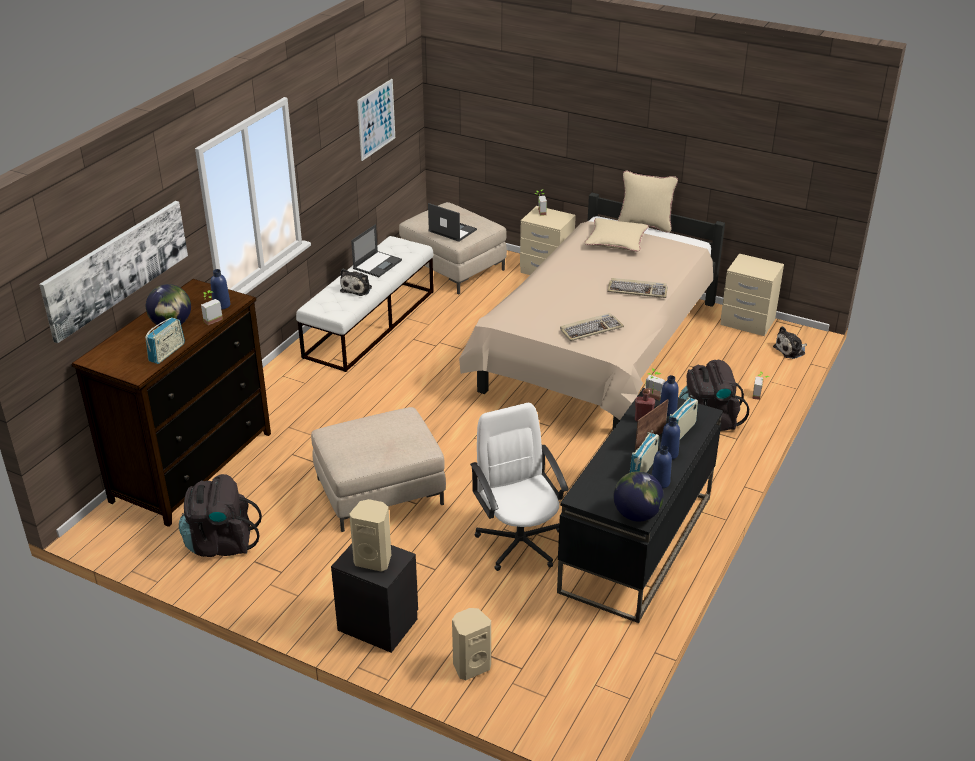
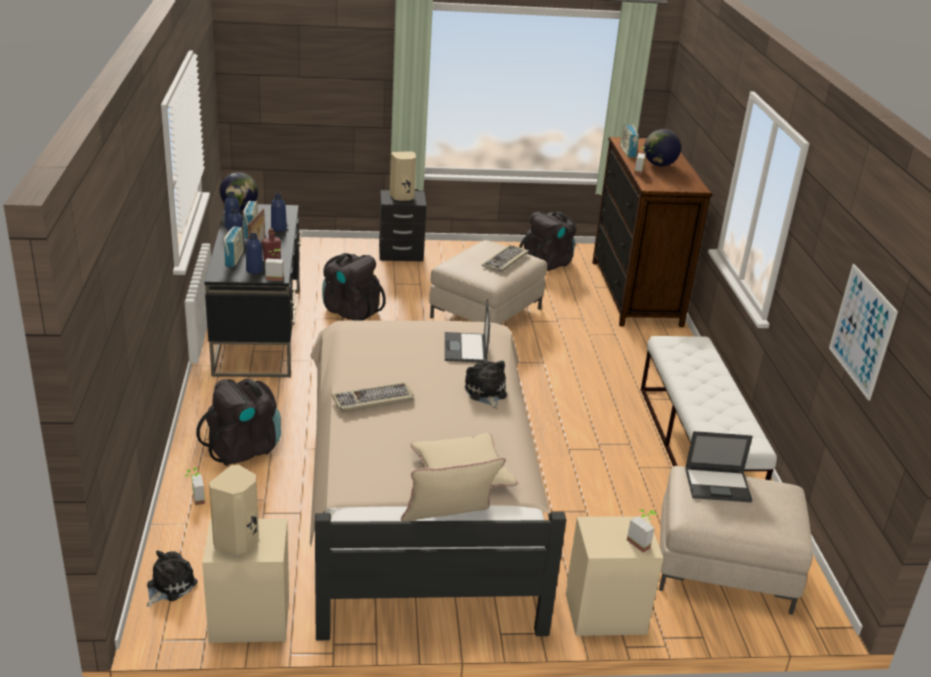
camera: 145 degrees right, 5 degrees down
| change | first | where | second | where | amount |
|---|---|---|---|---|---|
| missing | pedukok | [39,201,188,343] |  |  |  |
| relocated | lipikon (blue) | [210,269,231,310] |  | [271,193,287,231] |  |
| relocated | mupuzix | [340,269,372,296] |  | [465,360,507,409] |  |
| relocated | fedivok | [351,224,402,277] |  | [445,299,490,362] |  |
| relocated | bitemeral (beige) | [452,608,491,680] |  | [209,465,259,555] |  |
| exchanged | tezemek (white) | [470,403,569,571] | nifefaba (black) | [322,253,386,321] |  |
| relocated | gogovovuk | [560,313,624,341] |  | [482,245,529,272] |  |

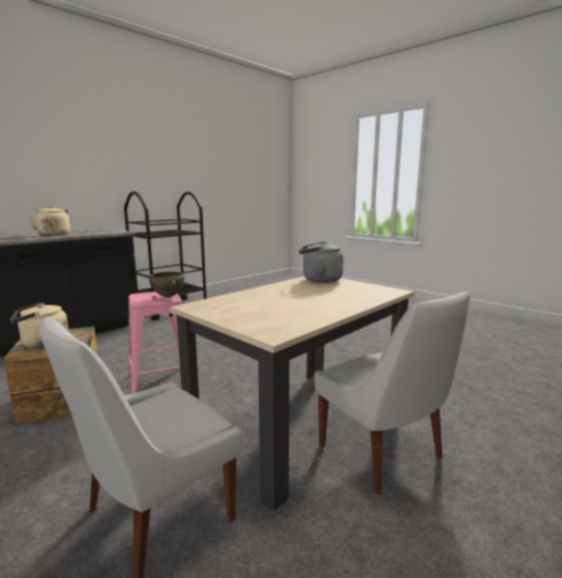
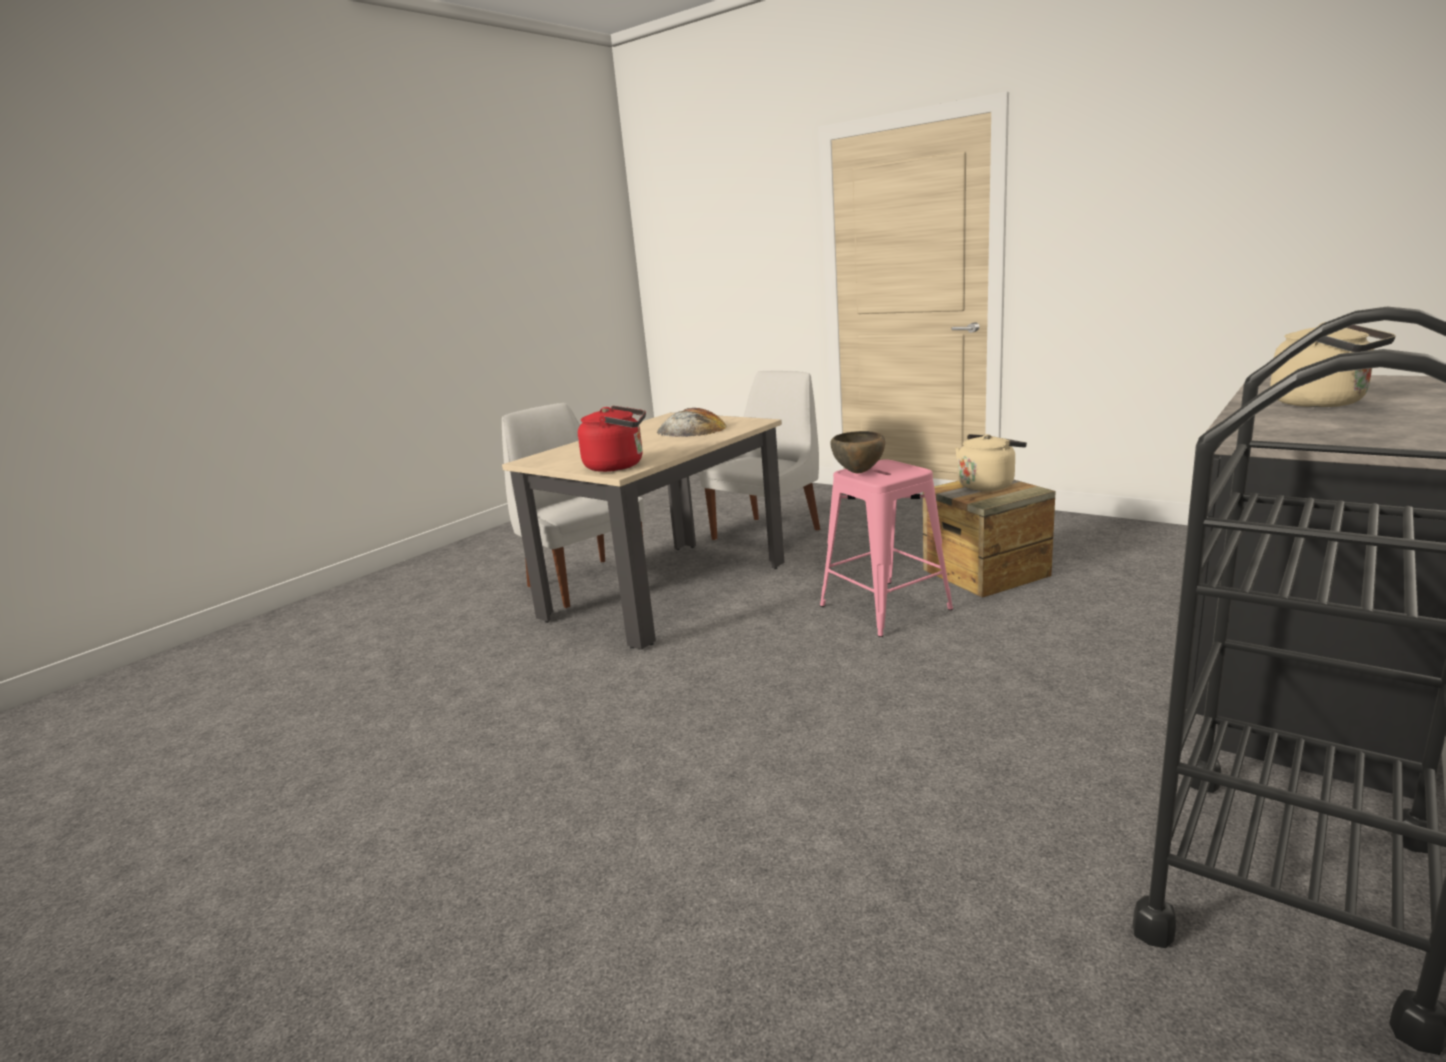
camera: 175 degrees right, 5 degrees up
| change | first | where | second | where | amount |
|---|---|---|---|---|---|
| colour | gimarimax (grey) | [299,241,343,283] | gimarimax (red) | [578,406,646,472] |  |
| appeared |  |  | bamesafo | [657,408,727,437] |  |

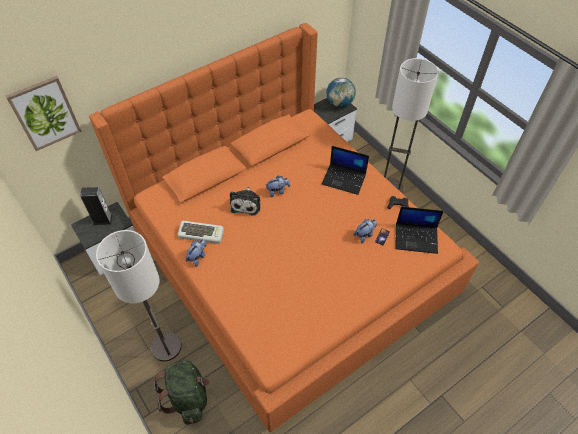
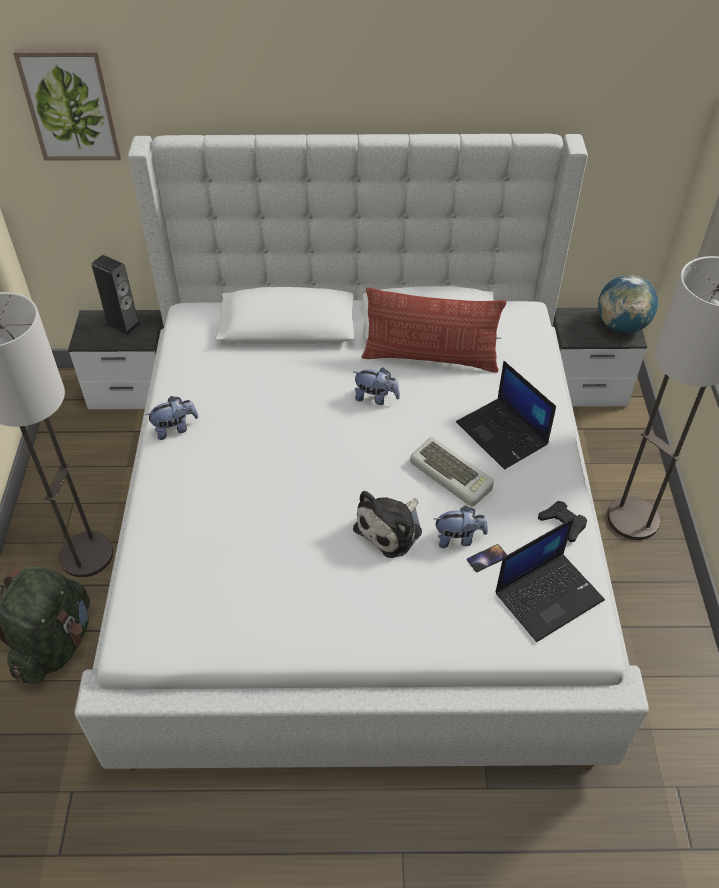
camera: 35 degrees right, 5 degrees down
| change | first | where | second | where | amount |
|---|---|---|---|---|---|
| colour | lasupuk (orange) | [89,23,479,432] | lasupuk (white) | [75,134,649,771] |  |
| relocated | gogovovuk | [177,221,224,244] |  | [410,437,494,506] |  |
| relocated | mupuzix | [230,187,260,216] |  | [353,491,422,558] |  |
| spun | fedivok | [395,206,444,254] |  | [495,518,605,642] | 75 degrees counterclockwise |
| appeared |  |  | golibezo | [362,287,506,373] |  |

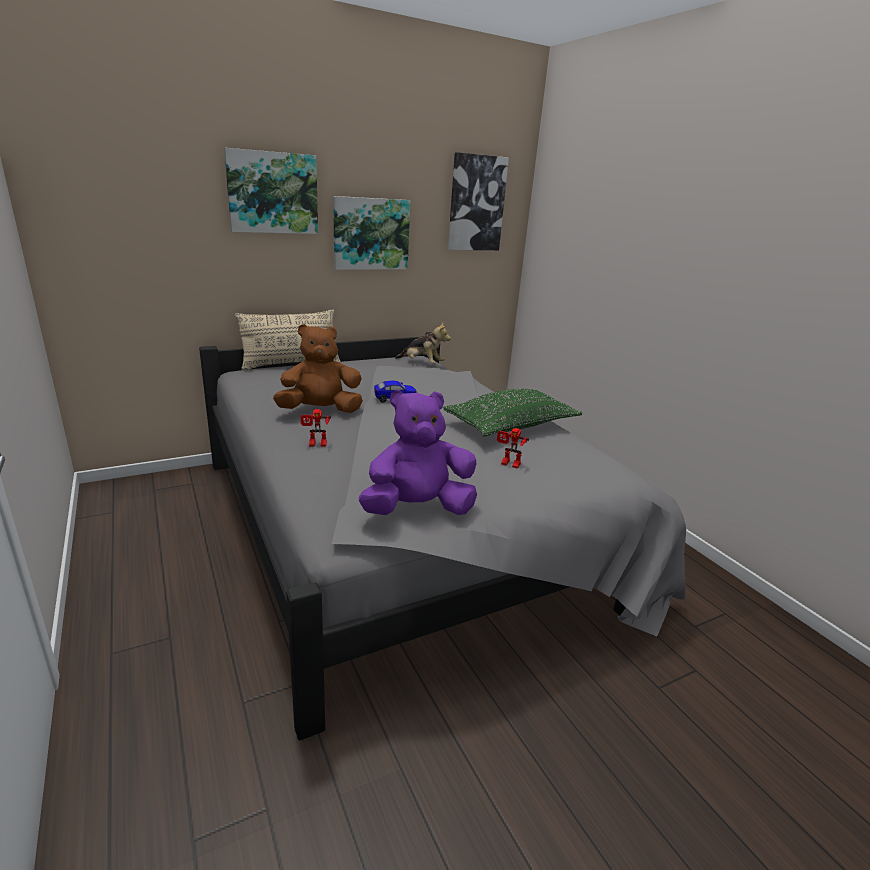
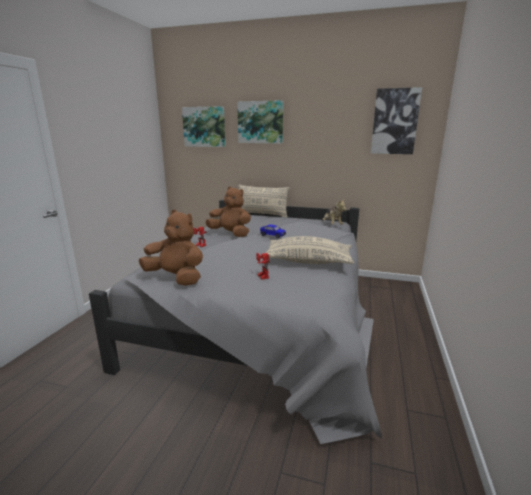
camera: 45 degrees right, 5 degrees down
| change | first | where | second | where | amount |
|---|---|---|---|---|---|
| relocated | pedukok | [333,196,410,270] |  | [182,106,225,147] |  |
| colour | mupuzix (purple) | [358,389,477,515] | mupuzix (brown) | [139,210,203,286] |  |
| colour | golibezo (green) | [443,389,582,436] | golibezo (beige) | [265,236,354,264] |  |

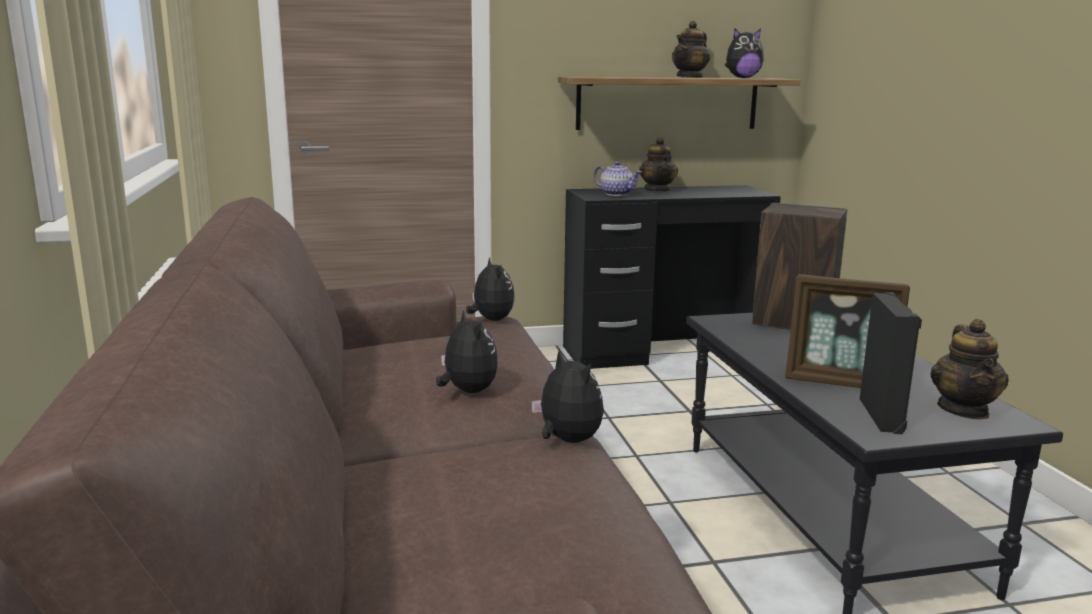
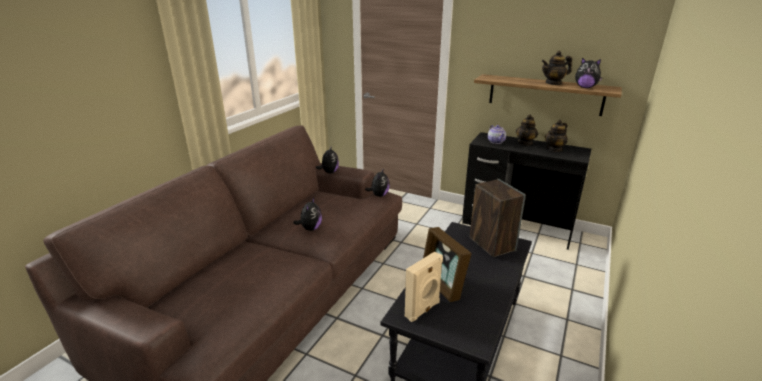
camera: 40 degrees right, 10 degrees up
| change | first | where | second | where | amount |
|---|---|---|---|---|---|
| relocated | mupuzix | [532,349,604,443] |  | [316,148,339,174] |  |
| colour | bitemeral (black) | [860,292,922,434] | bitemeral (beige) | [405,251,443,322] |  |
| relocated | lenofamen | [930,319,1009,419] |  | [545,120,568,152] |  |

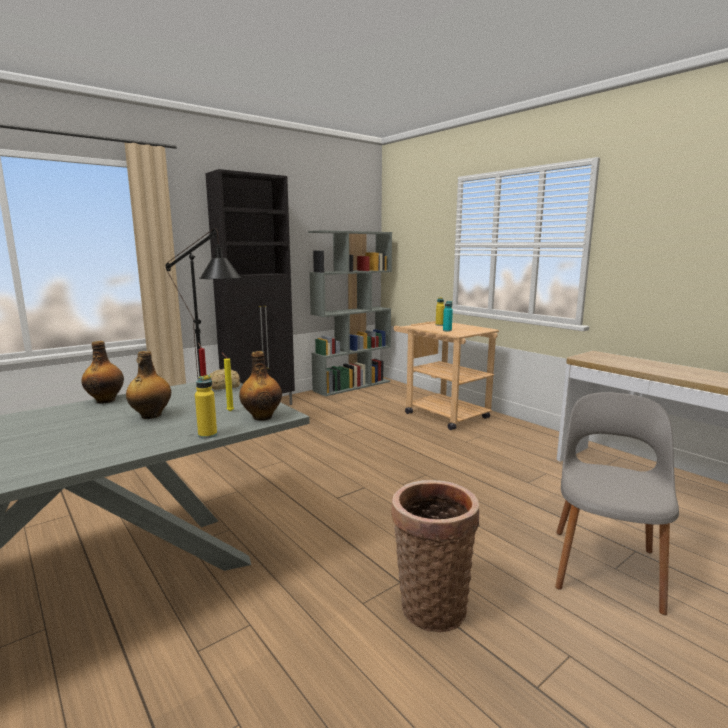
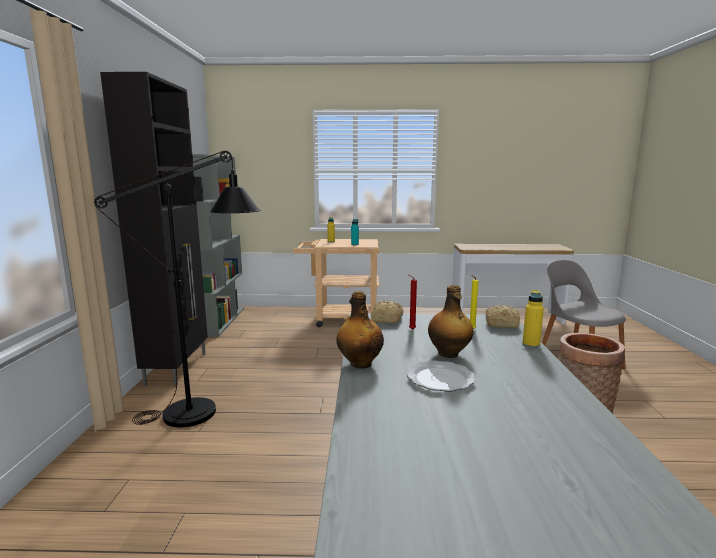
camera: 50 degrees left, 0 degrees up
| change | first | where | second | where | amount |
|---|---|---|---|---|---|
| exchanged | lipikon | [239,351,282,421] | bamesafo | [486,305,520,328] |  |
| appeared |  |  | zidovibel | [407,361,475,392] |  |

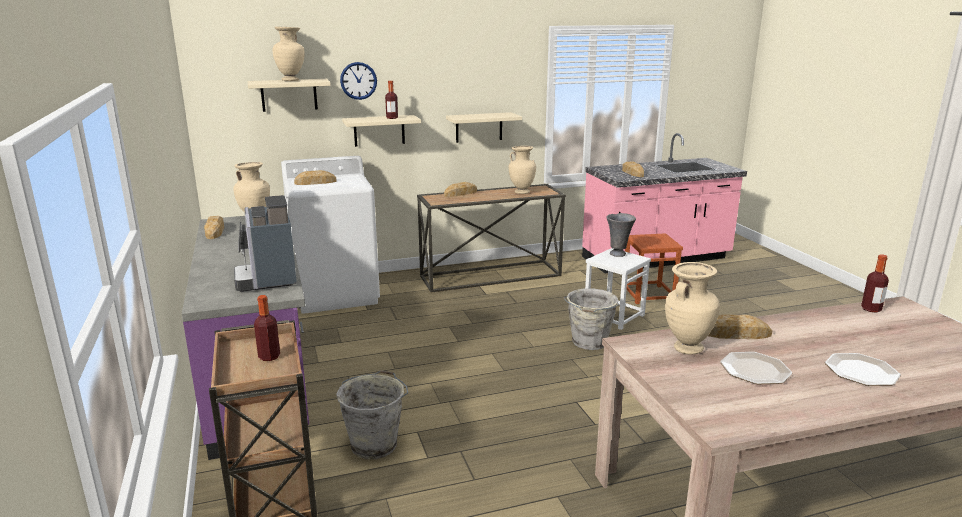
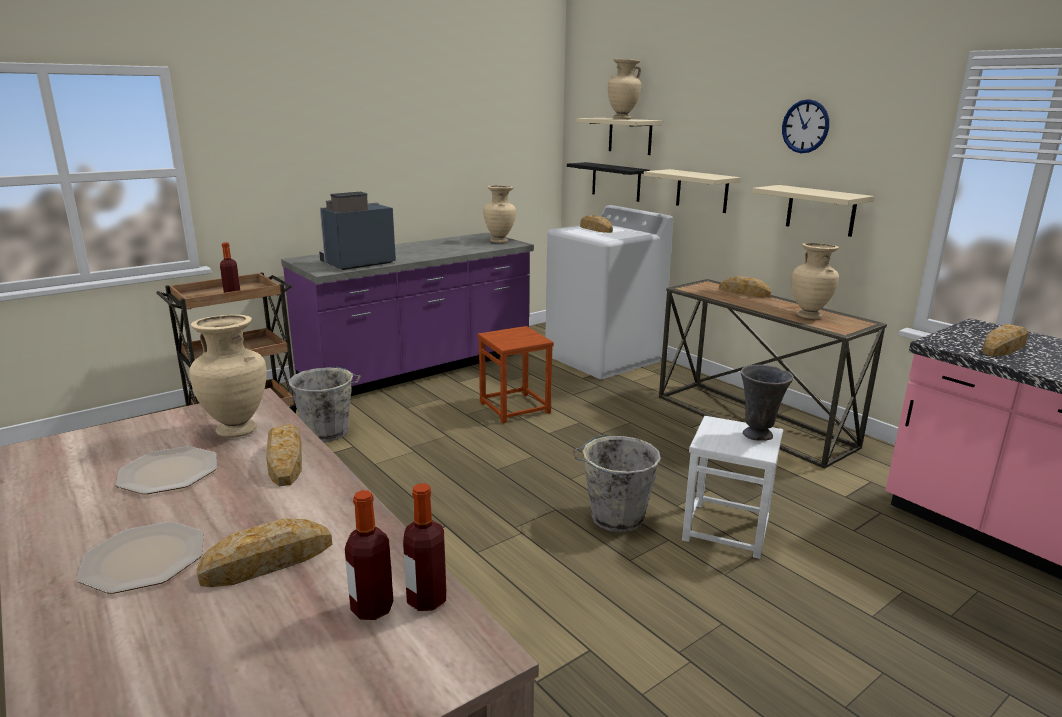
camera: 70 degrees right, 0 degrees up
| change | first | where | second | where | amount |
|---|---|---|---|---|---|
| relocated | bamesafo | [204,216,224,239] |  | [196,519,332,587] |  |
| relocated | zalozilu | [340,62,377,100] |  | [782,99,829,153] |  |
| relocated | lipikon | [385,81,398,119] |  | [345,490,393,620] |  |
| relocated | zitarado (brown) | [625,233,683,304] |  | [477,326,554,423] |  |
| appeared |  |  | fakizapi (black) | [567,162,650,202] |  |

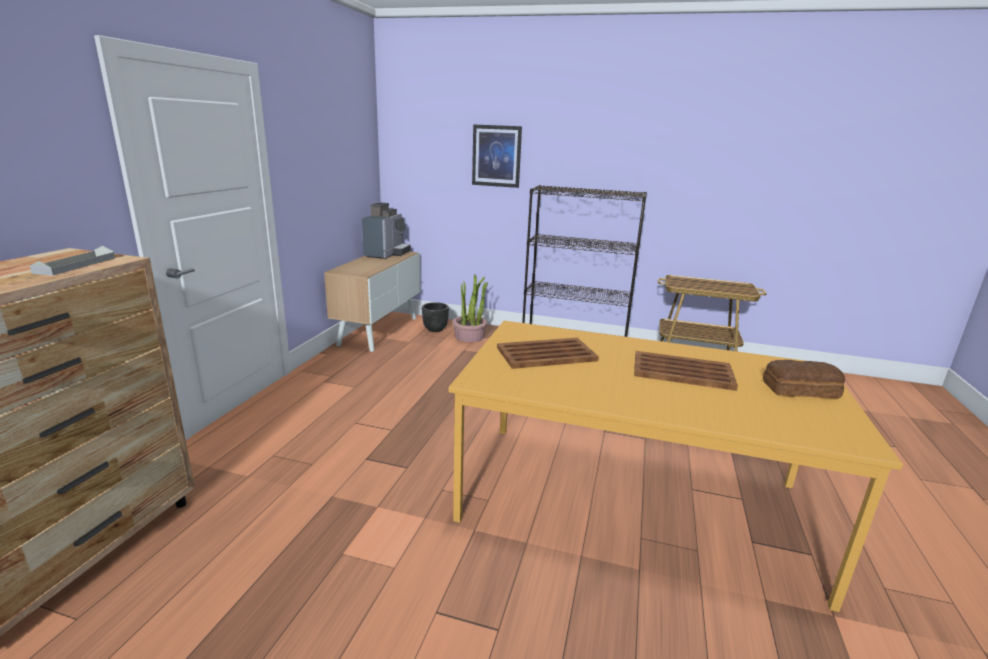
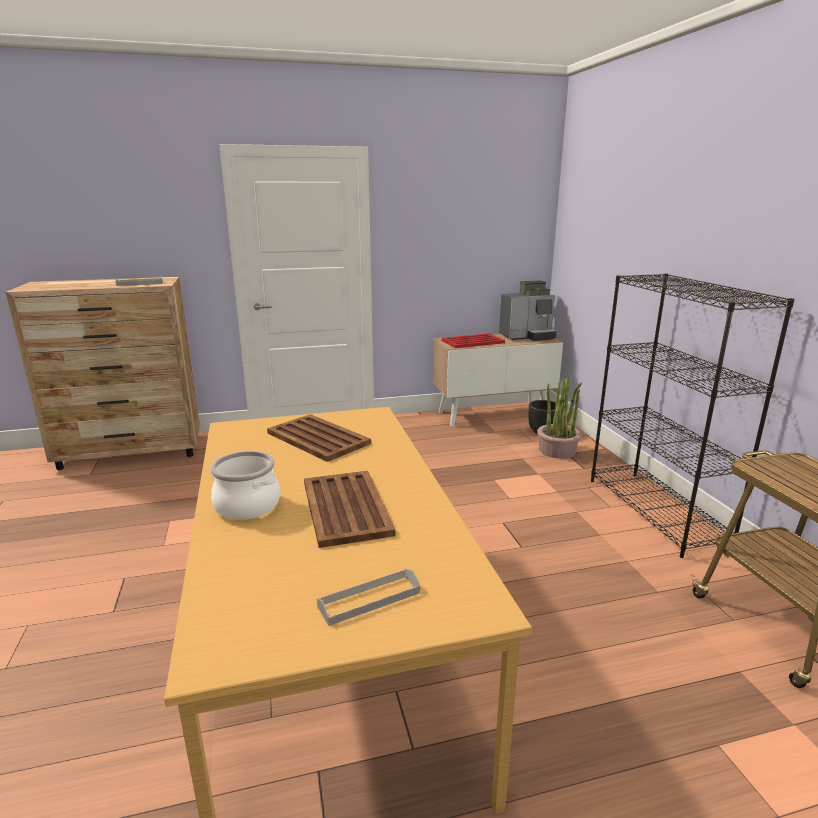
camera: 60 degrees right, 0 degrees up
| change | first | where | second | where | amount |
|---|---|---|---|---|---|
| missing | pedukok | [472,124,522,188] |  |  |  |
| exchanged | bamesafo | [763,360,845,398] | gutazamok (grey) | [317,568,420,626] |  |
| appeared |  |  | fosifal | [210,450,280,520] |  |
| appeared |  |  | gutazamok (red) | [442,333,505,348] |  |

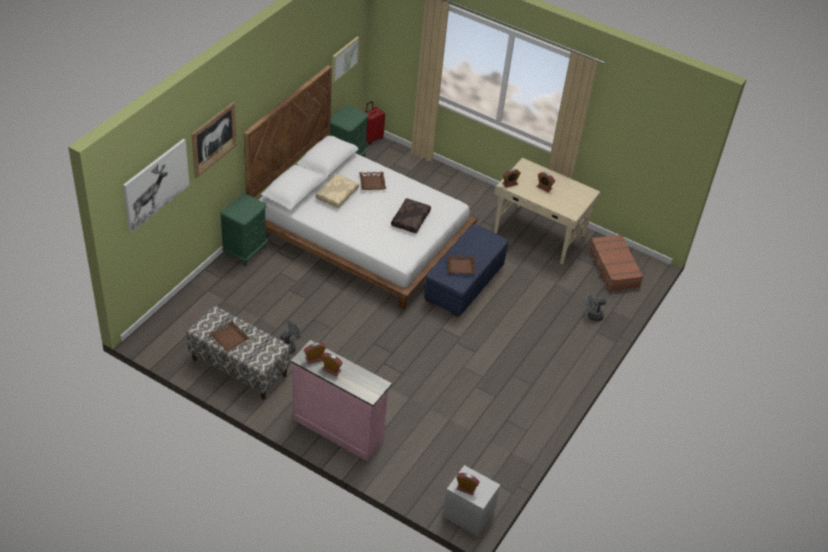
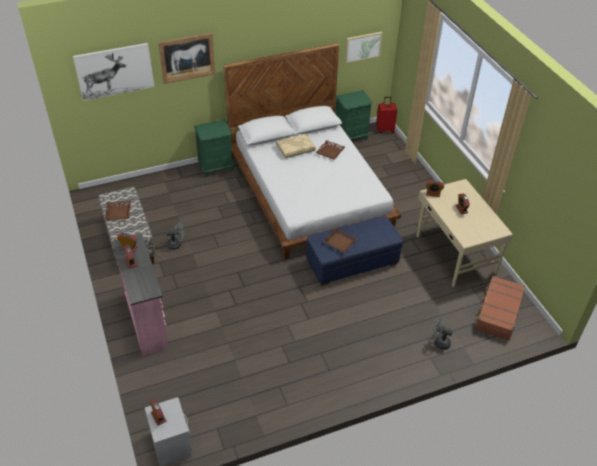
camera: 40 degrees right, 0 degrees up
| change | first | where | second | where | amount |
|---|---|---|---|---|---|
| missing | golibezo (brown) | [391,198,431,233] |  |  |  |

